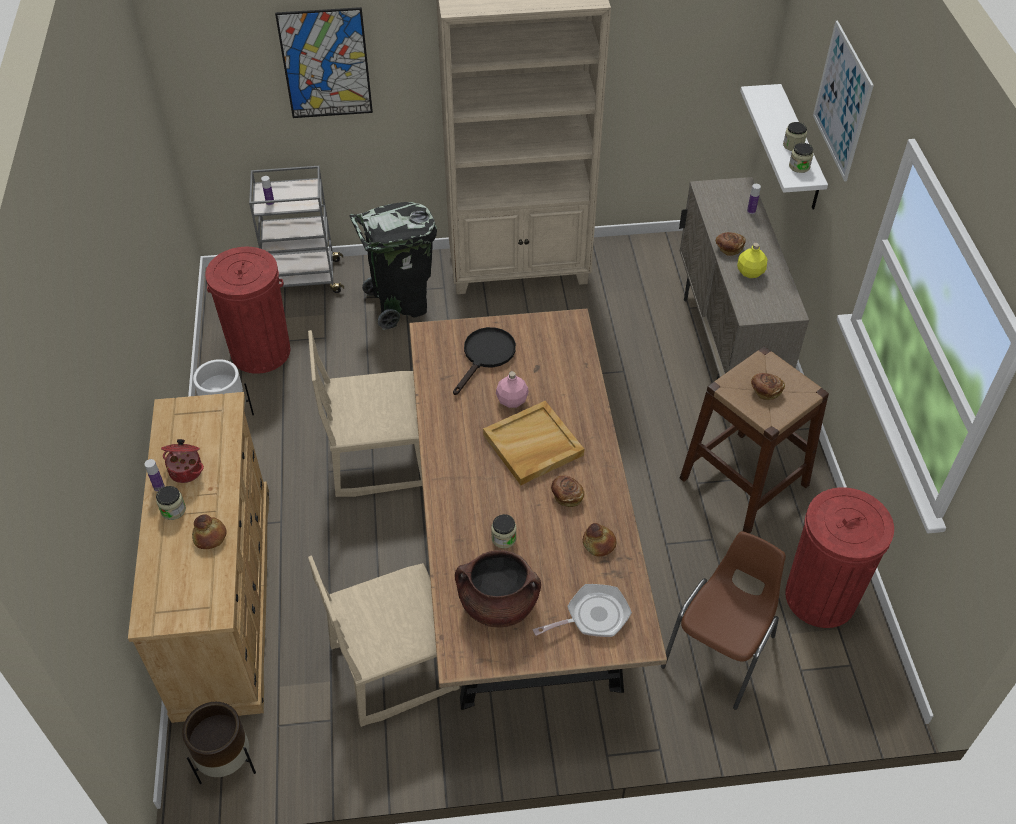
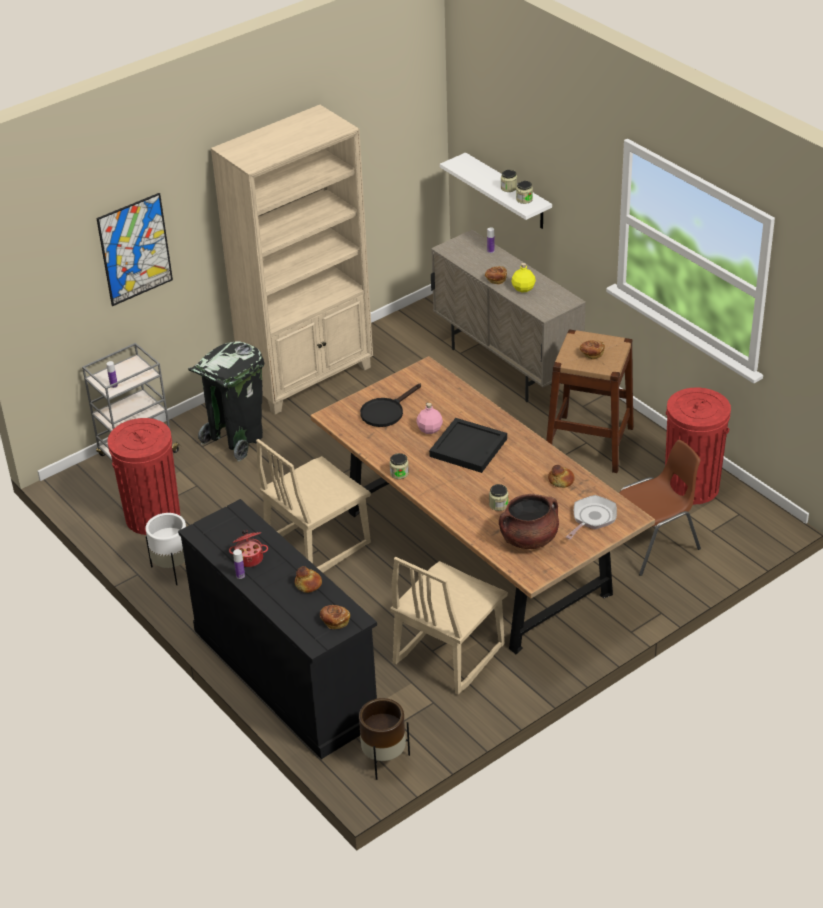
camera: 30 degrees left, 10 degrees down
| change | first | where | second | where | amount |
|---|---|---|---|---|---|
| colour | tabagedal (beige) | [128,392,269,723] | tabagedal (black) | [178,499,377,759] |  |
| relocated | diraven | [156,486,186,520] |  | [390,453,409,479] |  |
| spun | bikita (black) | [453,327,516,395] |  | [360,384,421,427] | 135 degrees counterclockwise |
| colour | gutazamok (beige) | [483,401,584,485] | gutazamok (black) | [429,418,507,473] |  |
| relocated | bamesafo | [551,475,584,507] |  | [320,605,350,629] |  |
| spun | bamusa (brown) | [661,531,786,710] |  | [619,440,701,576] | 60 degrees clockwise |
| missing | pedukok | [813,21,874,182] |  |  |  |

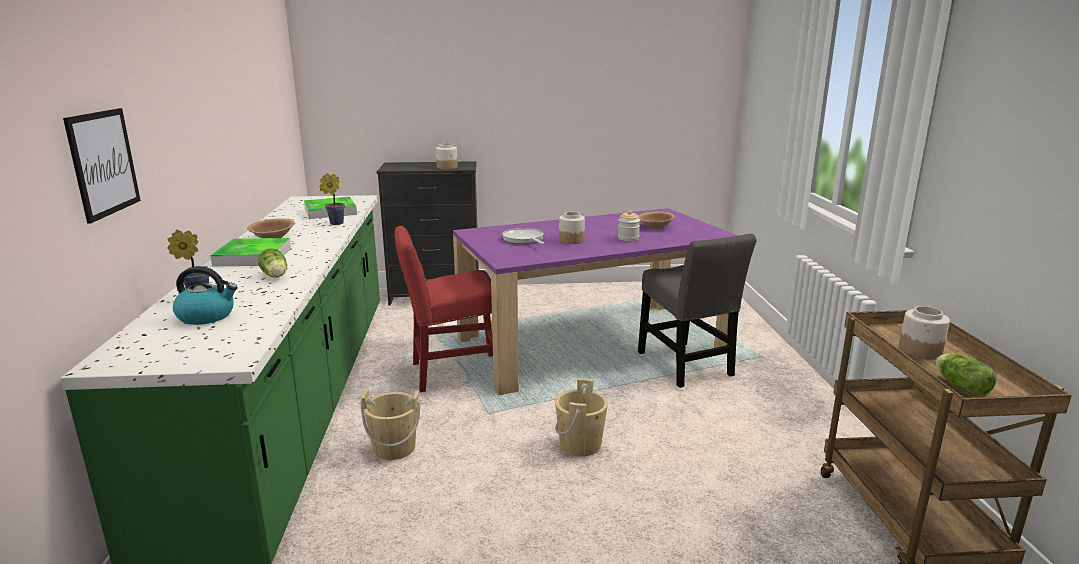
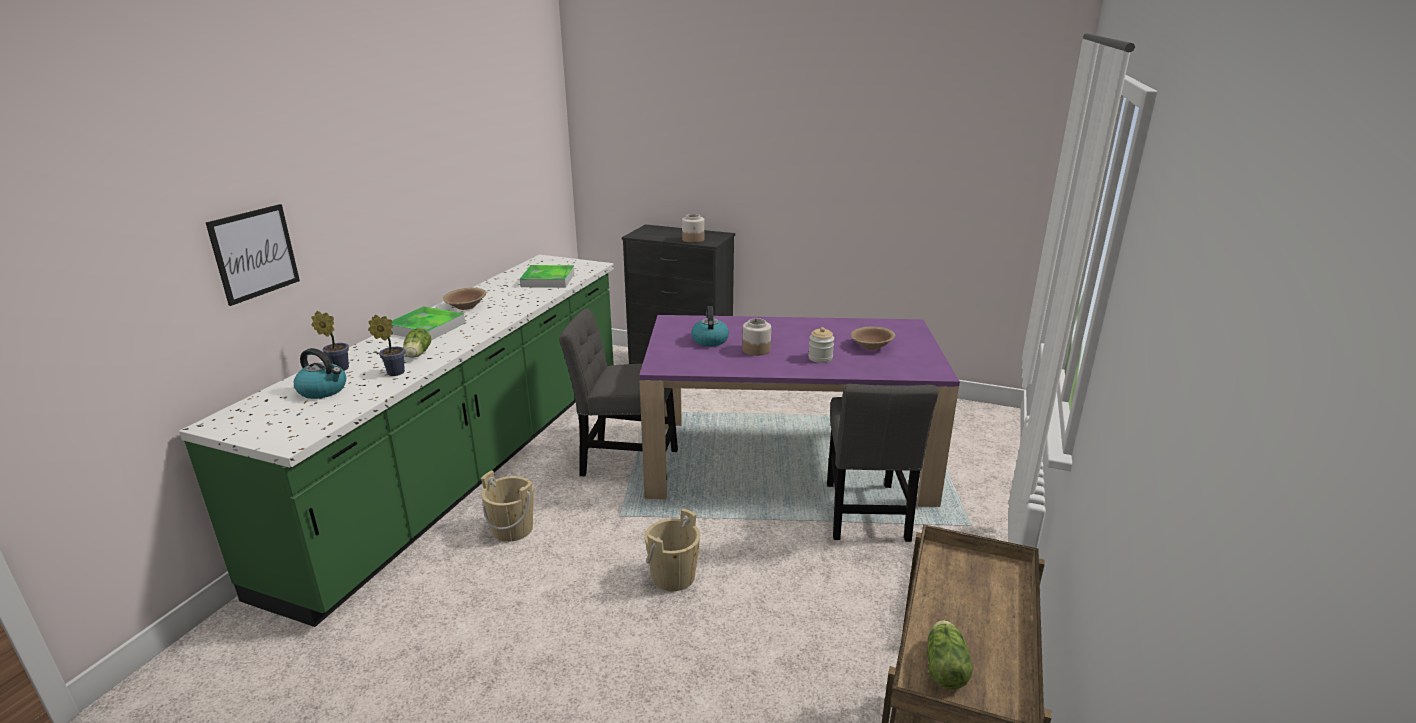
camera: 25 degrees right, 5 degrees up
| change | first | where | second | where | amount |
|---|---|---|---|---|---|
| relocated | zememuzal | [319,173,345,225] |  | [368,315,405,376] |  |
| colour | bamusa (red) | [395,226,493,392] | bamusa (grey) | [559,308,678,476] |  |
| exchanged | bikita | [502,228,544,244] | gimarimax | [691,306,729,347] |  |
| missing | diraven | [899,306,950,358] |  |  |  |

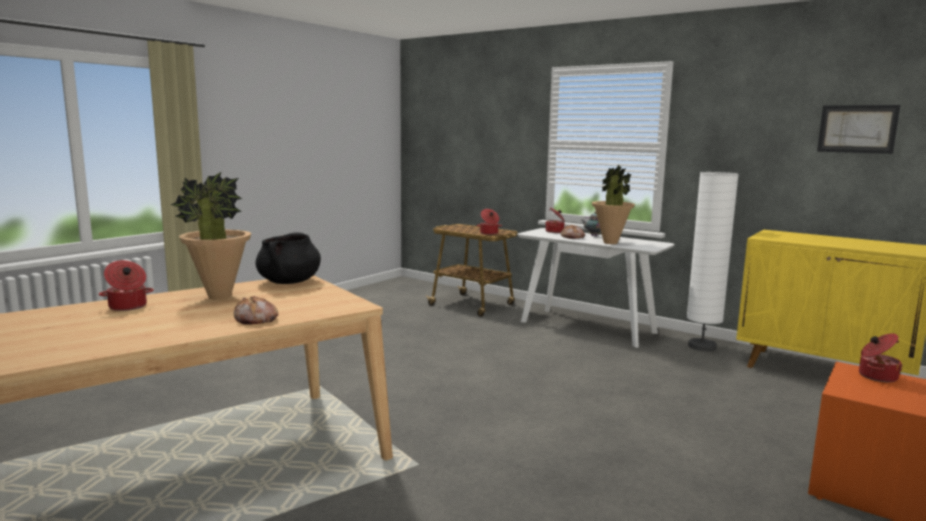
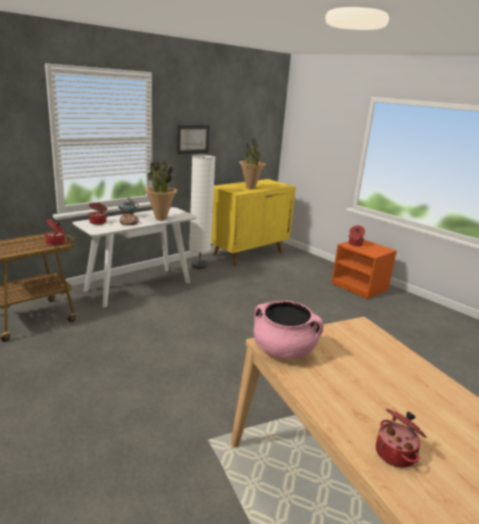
camera: 80 degrees left, 10 degrees up
| change | first | where | second | where | amount |
|---|---|---|---|---|---|
| relocated | zememuzal | [171,172,251,300] |  | [239,139,266,189] |  |
| missing | bamesafo | [234,296,278,325] |  |  |  |
| colour | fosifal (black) | [256,232,321,284] | fosifal (pink) | [254,301,323,359] |  |
| relocated | pedukok | [817,105,900,154] |  | [177,125,209,154] |  |

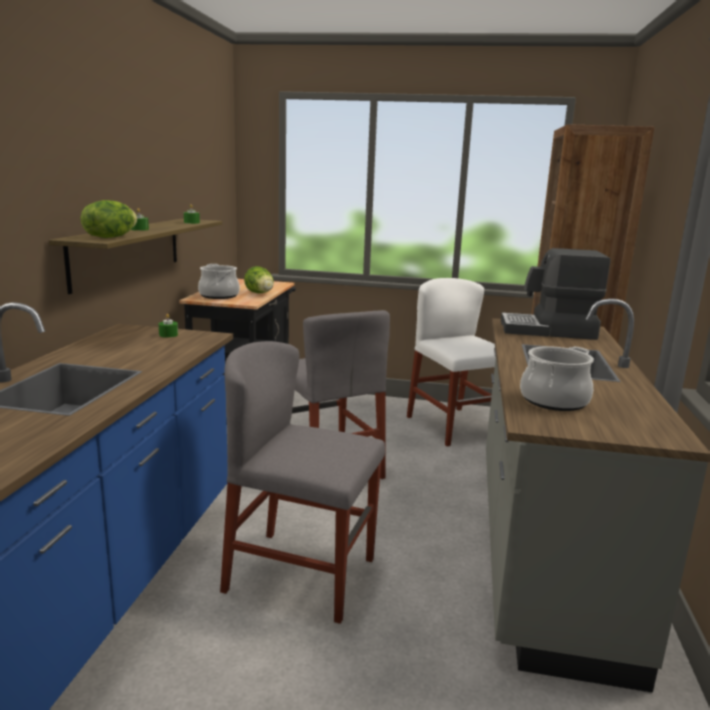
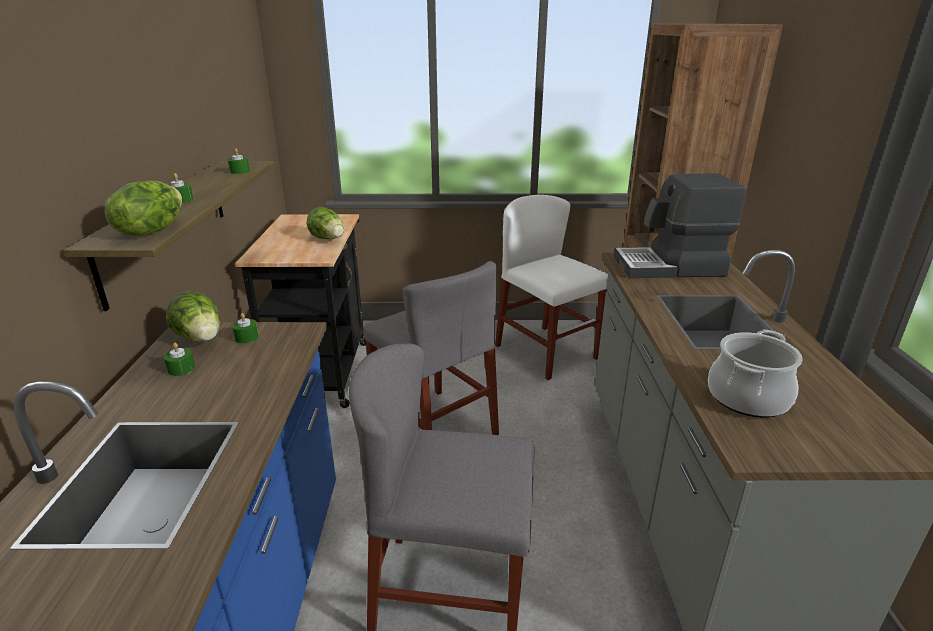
camera: 10 degrees left, 10 degrees up
| change | first | where | second | where | amount |
|---|---|---|---|---|---|
| missing | fosifal | [198,264,240,299] |  |  |  |
| appeared |  |  | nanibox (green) | [164,342,195,376] |  |
| appeared |  |  | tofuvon | [166,291,220,342] |  |

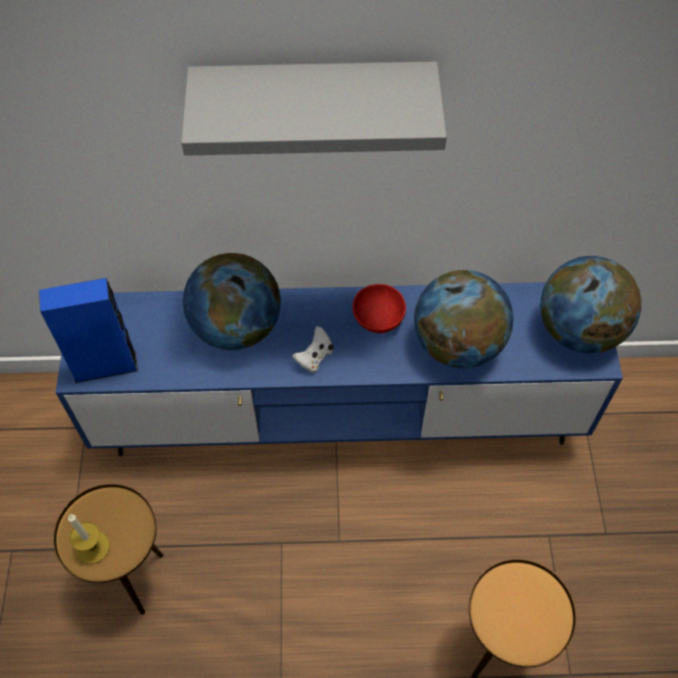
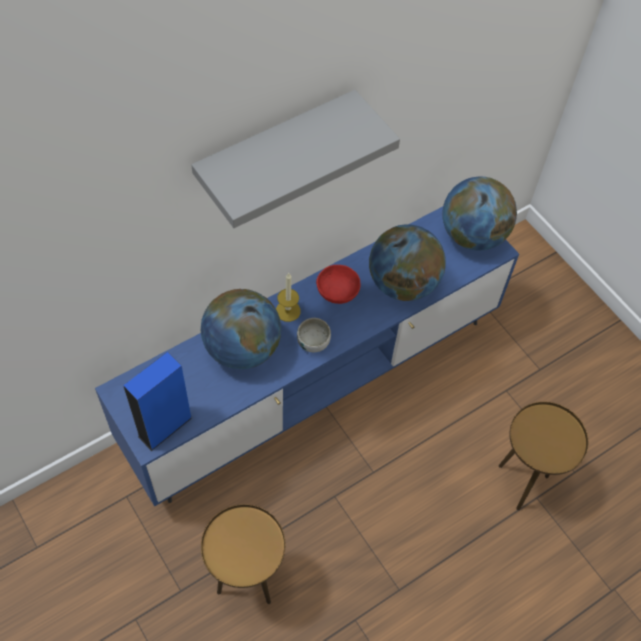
camera: 35 degrees left, 0 degrees up
| change | first | where | second | where | amount |
|---|---|---|---|---|---|
| relocated | nanibox | [68,514,110,564] |  | [276,273,301,322] |  |
| exchanged | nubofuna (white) | [292,327,333,373] | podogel | [297,318,331,352] |  |

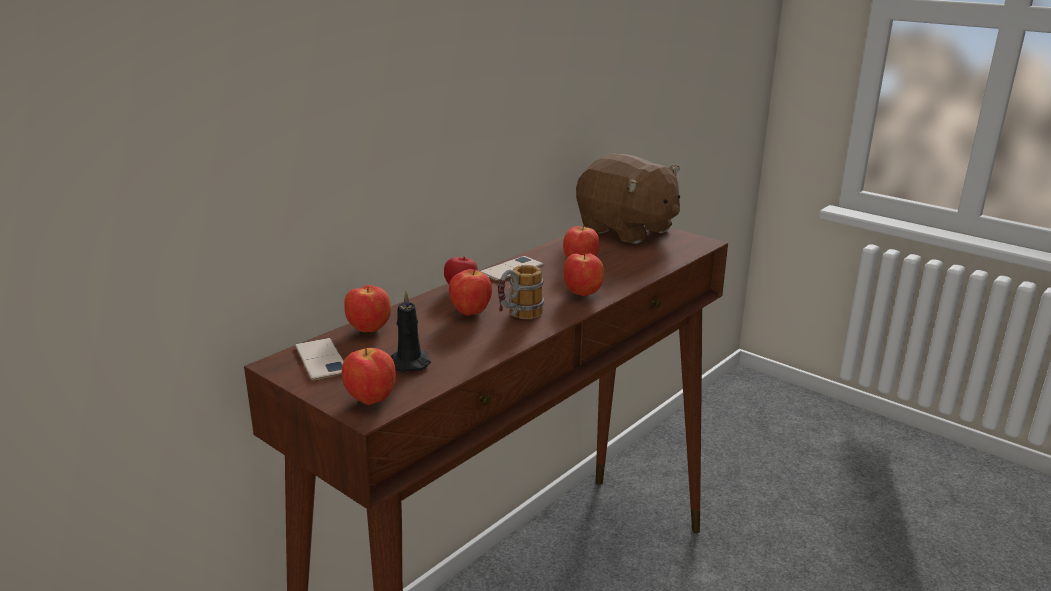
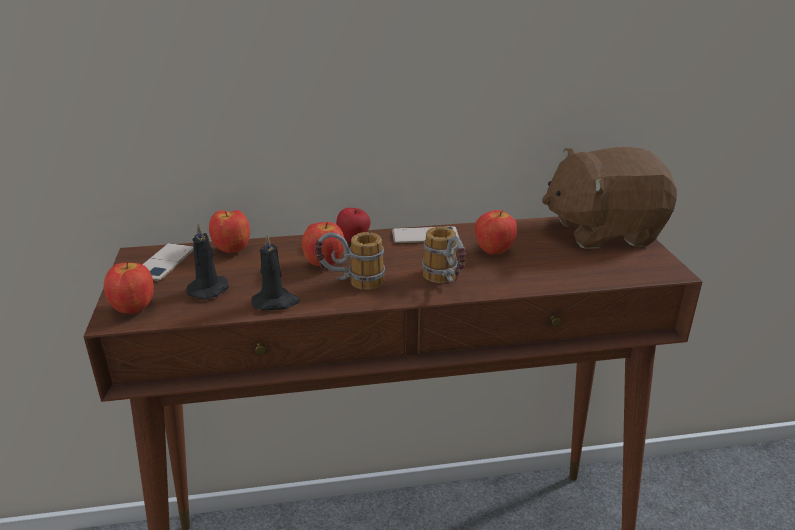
camera: 40 degrees right, 5 degrees up
| change | first | where | second | where | amount |
|---|---|---|---|---|---|
| exchanged | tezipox | [564,253,604,296] | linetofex | [422,227,466,283] |  |
| spun | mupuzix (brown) | [576,154,680,244] |  | [542,147,677,249] | 90 degrees clockwise |
| appeared |  |  | nanibox (black) | [251,233,300,311] |  |

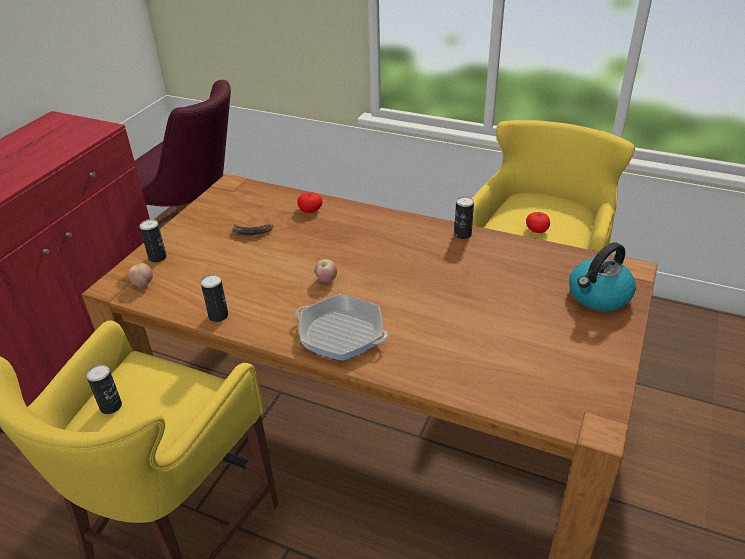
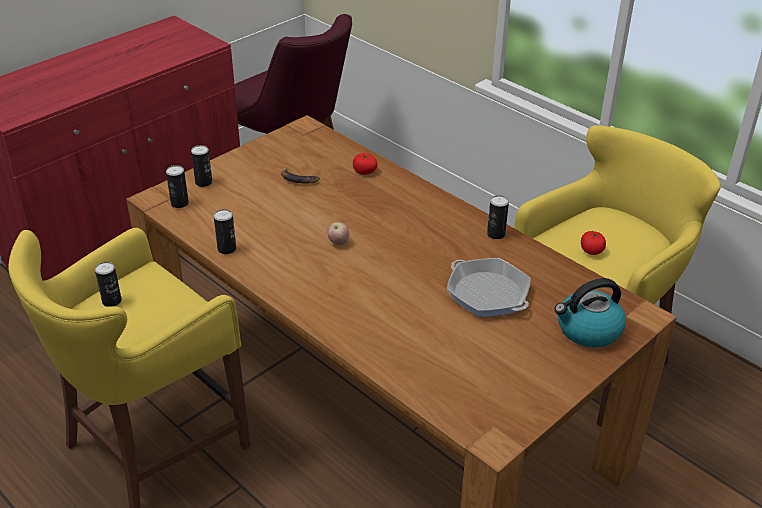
camera: 20 degrees right, 0 degrees up
| change | first | where | second | where | amount |
|---|---|---|---|---|---|
| exchanged | tezipox | [128,263,153,287] | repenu | [166,165,189,208] |  |
| relocated | bikita | [295,294,388,361] |  | [447,258,531,317] |  |

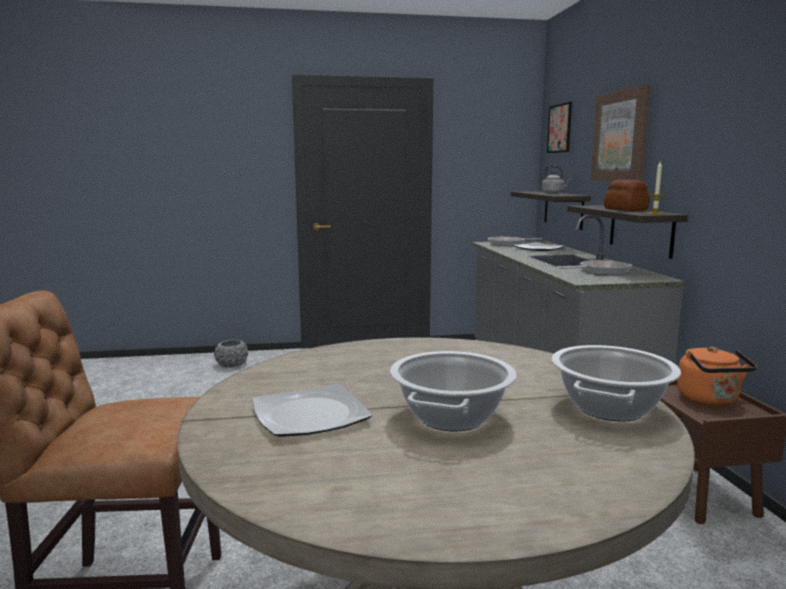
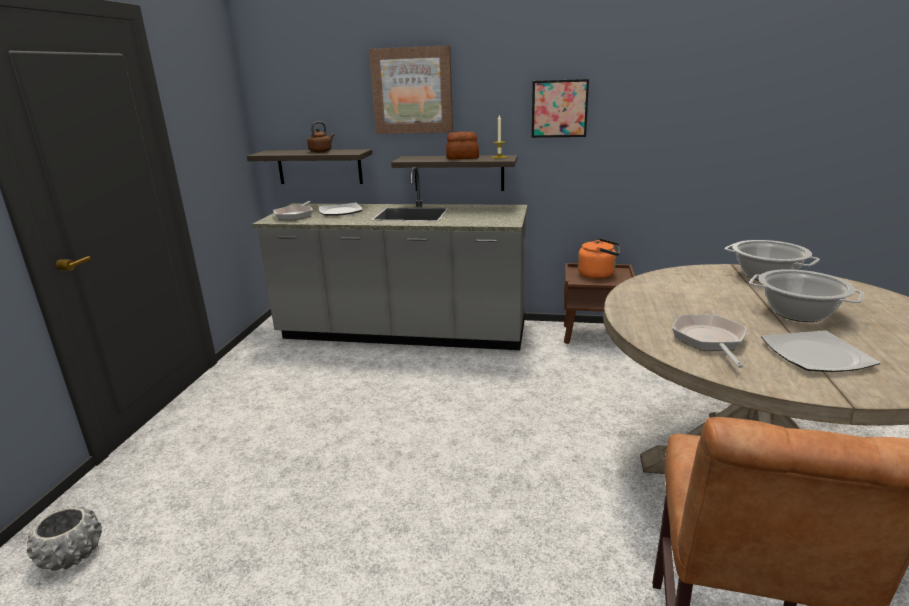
camera: 70 degrees left, 10 degrees up
| change | first | where | second | where | amount |
|---|---|---|---|---|---|
| colour | gimarimax (grey) | [541,166,572,194] | gimarimax (brown) | [307,121,334,153] |  |
| relocated | pedukok | [547,102,572,153] |  | [532,79,589,138] |  |
| relocated | bikita | [559,260,632,275] |  | [672,315,747,368] |  |

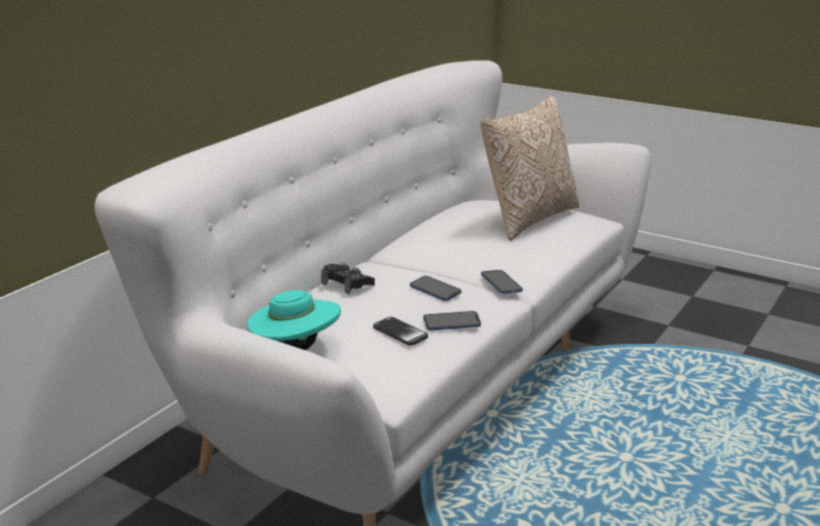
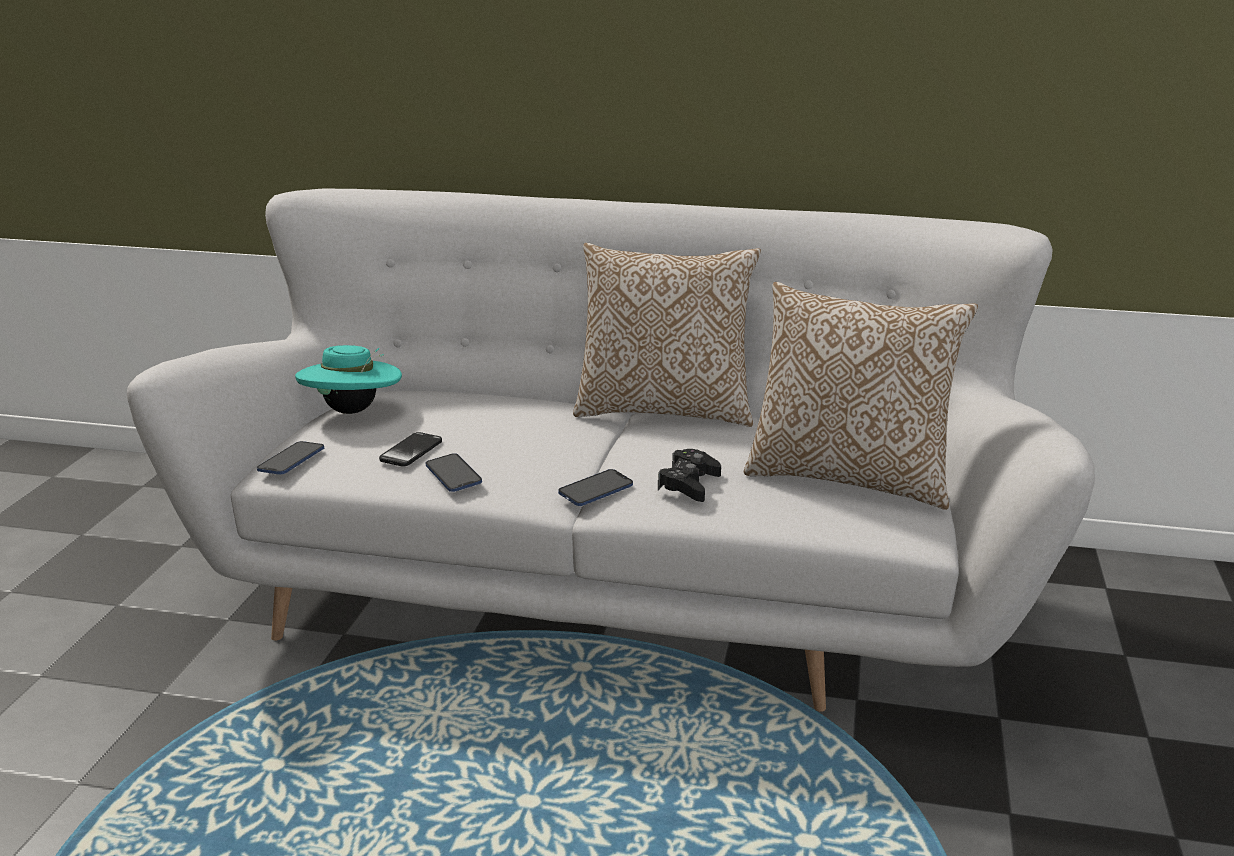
camera: 70 degrees right, 0 degrees up
| change | first | where | second | where | amount |
|---|---|---|---|---|---|
| relocated | nubofuna (black) | [321,262,375,294] |  | [658,449,721,502] |  |
| relocated | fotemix | [410,276,461,301] |  | [257,441,324,475] |  |
| appeared |  |  | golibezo | [573,243,761,427] |  |

